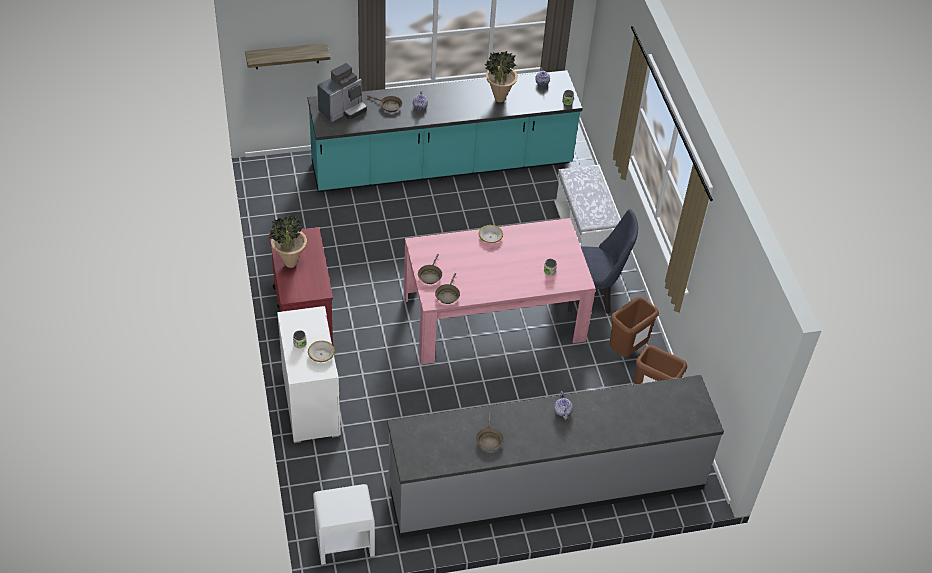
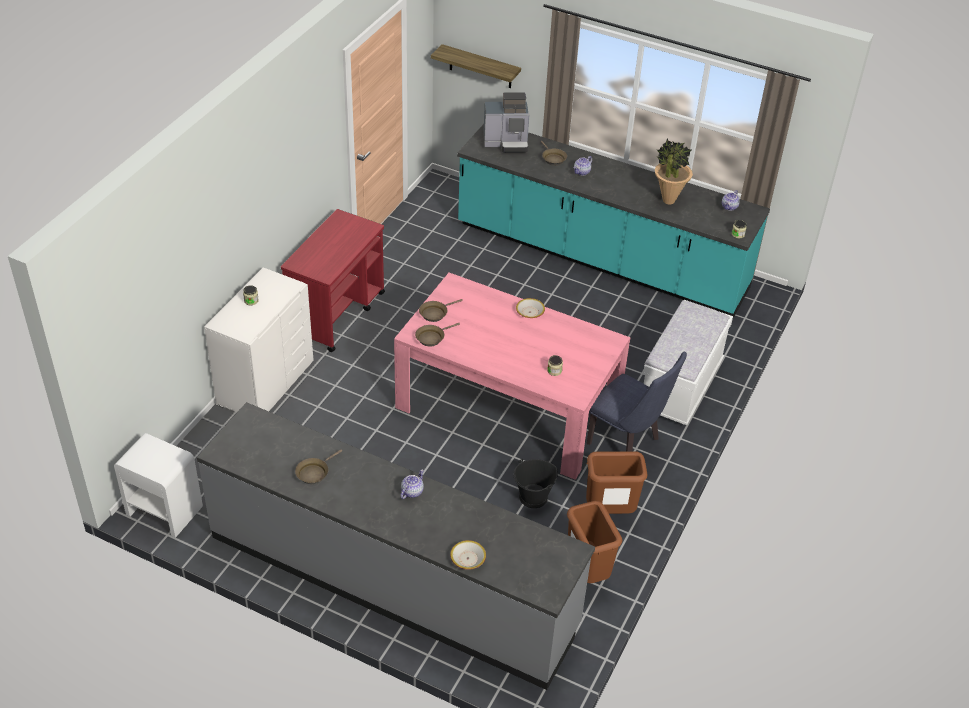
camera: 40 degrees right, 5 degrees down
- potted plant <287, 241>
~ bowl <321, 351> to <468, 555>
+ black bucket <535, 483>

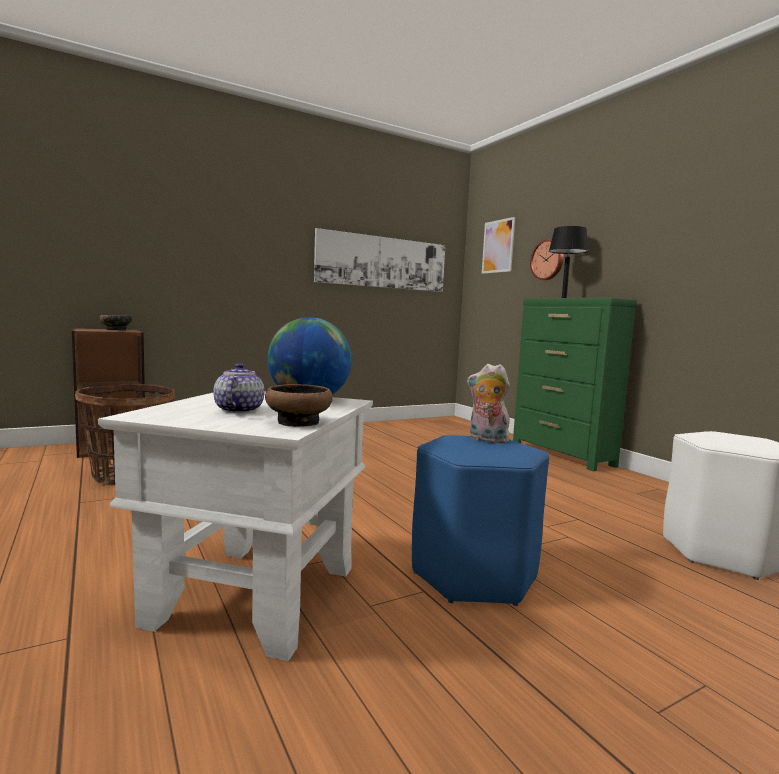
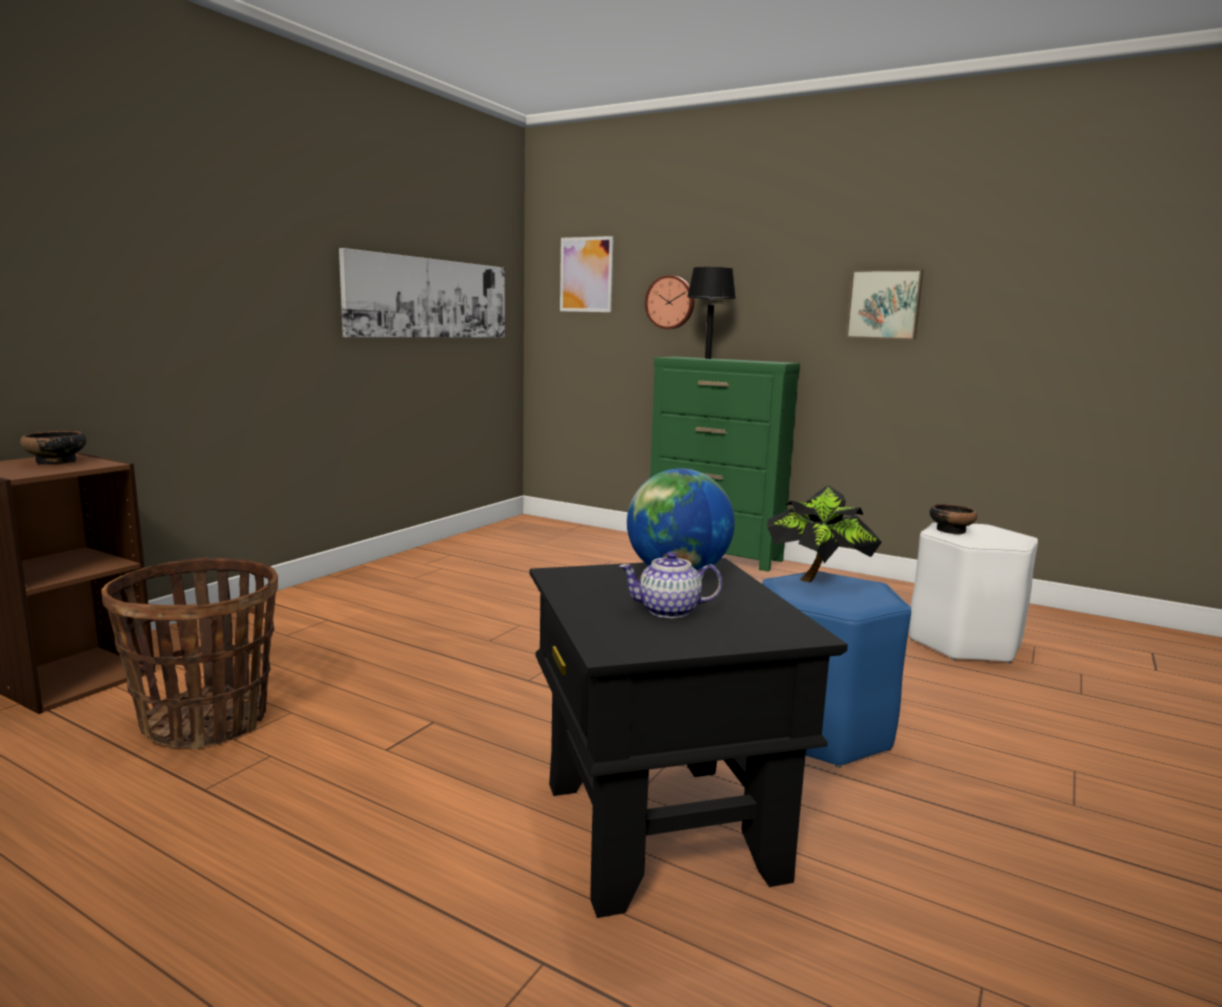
camera: 30 degrees left, 5 degrees up
~ teapot <238, 388> = <671, 585> 60 degrees counterclockwise
~ plush toy <488, 403> to potted plant <824, 533>
~ bowl <299, 405> to <953, 519>
~ white side table <235, 526> to black side table <689, 738>
+ picture <884, 304>

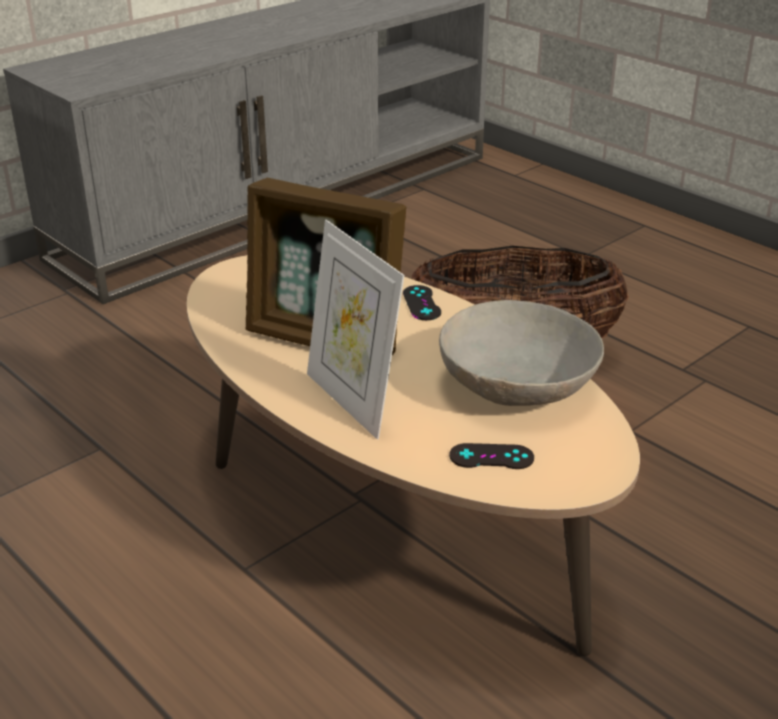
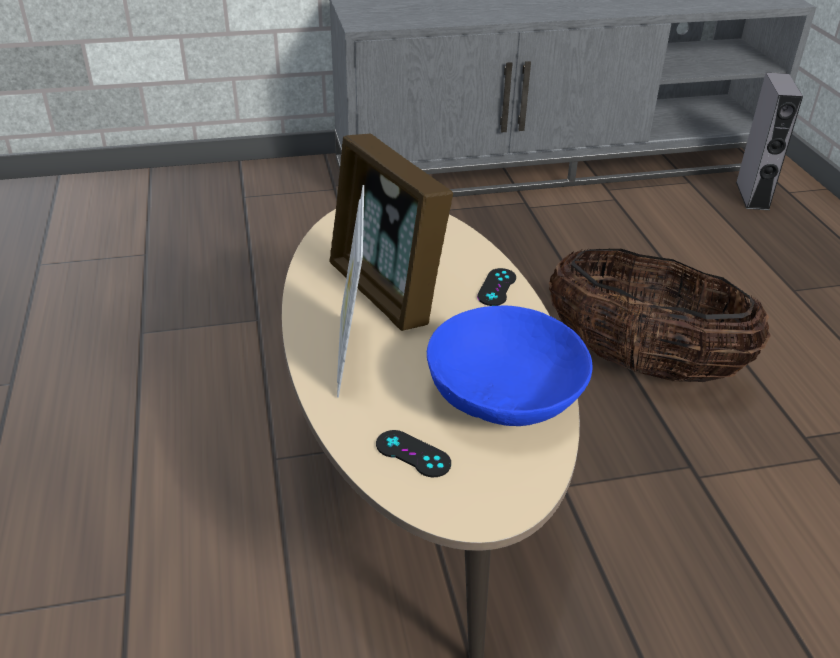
camera: 30 degrees right, 5 degrees up
~ grey bowl <521, 353> to blue bowl <510, 365>
+ grey speaker <769, 141>

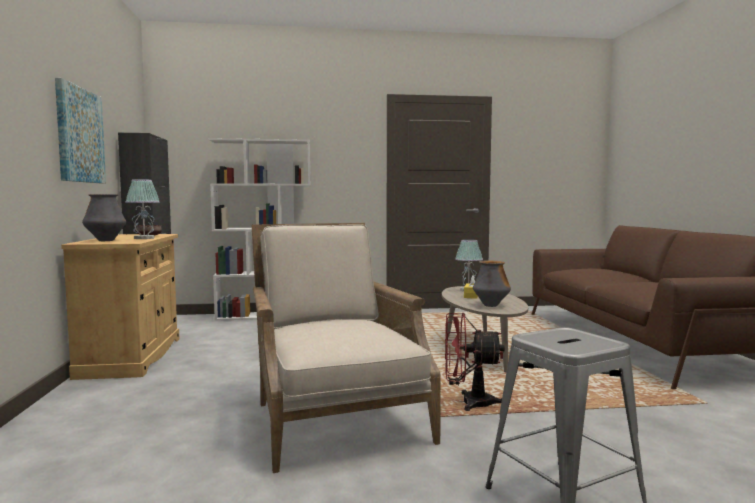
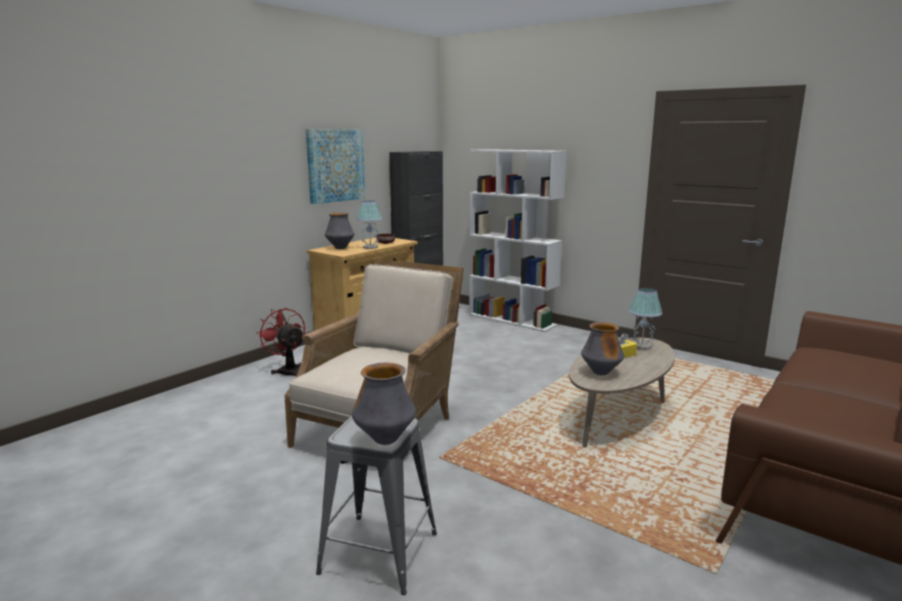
camera: 45 degrees right, 10 degrees up
~ red fan <475, 362> to <280, 341>
+ vase <384, 404>

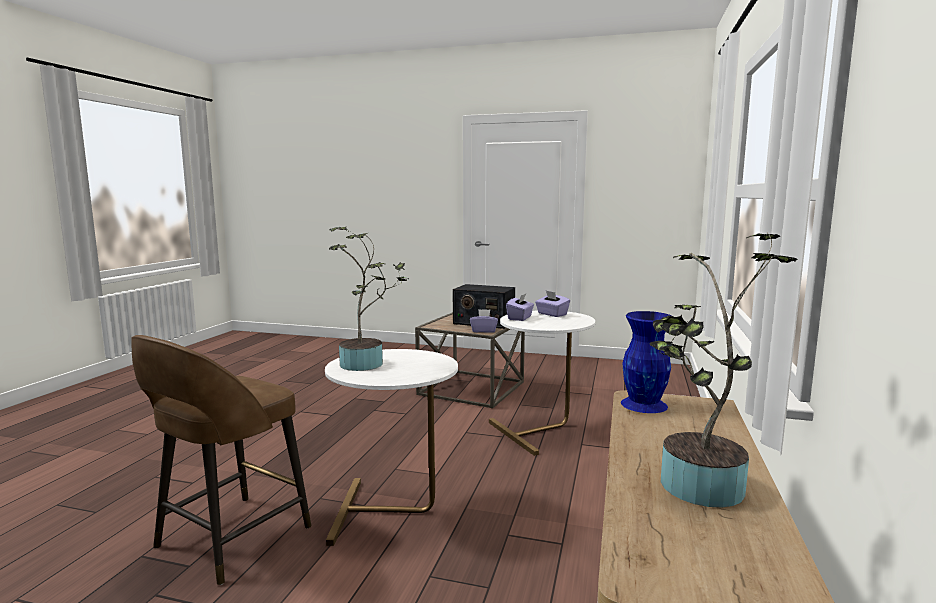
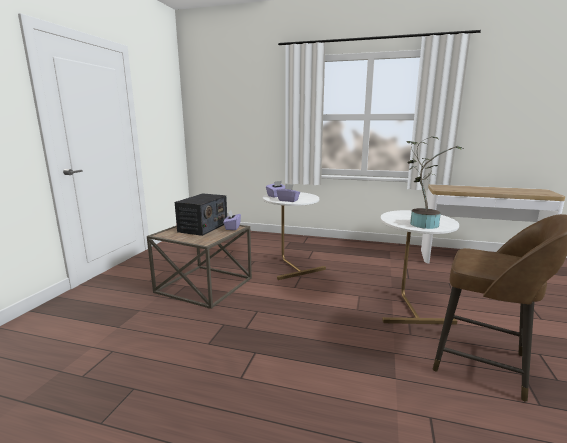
camera: 90 degrees left, 5 degrees up
- potted plant <723, 370>
- blue vase <646, 362>

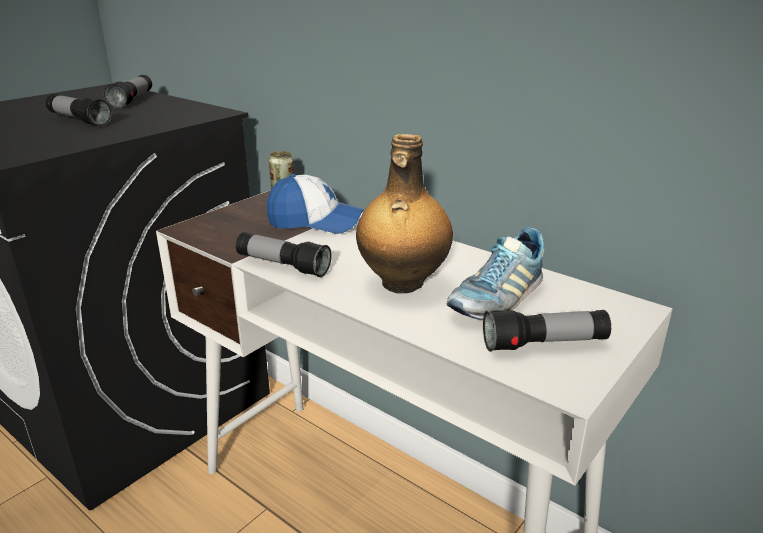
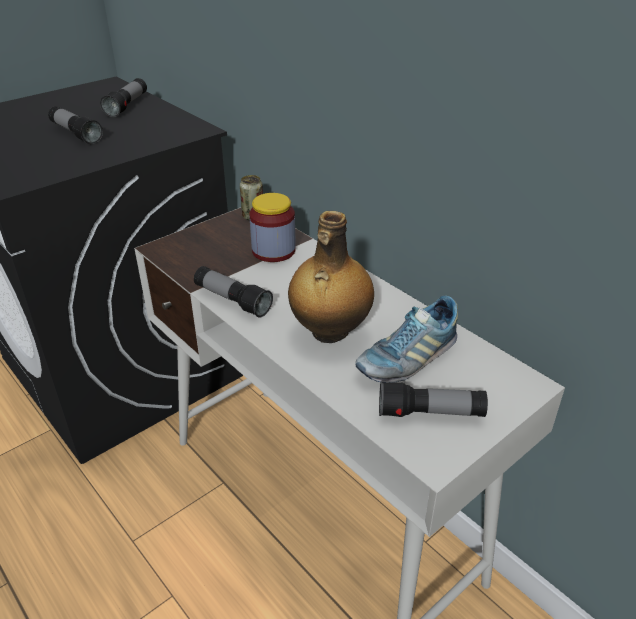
camera: 10 degrees right, 10 degrees up
~ cap <315, 204> to jar <272, 227>

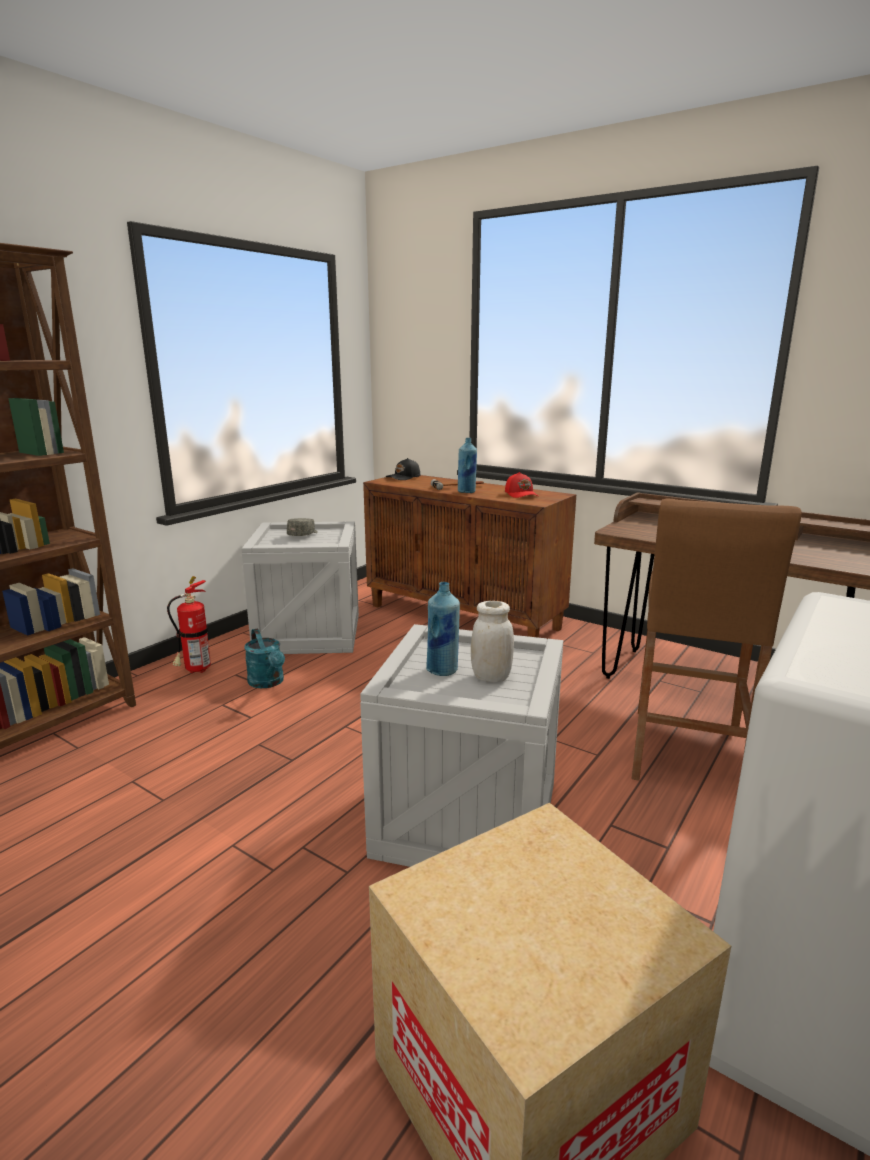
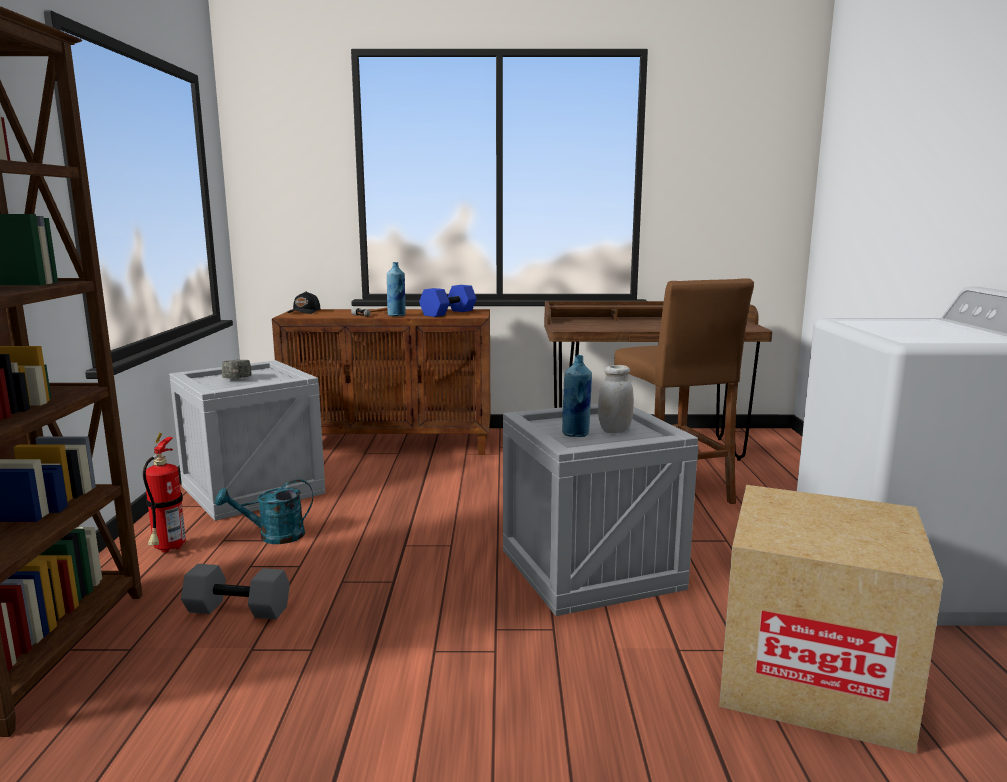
camera: 35 degrees left, 5 degrees down
~ red cap <521, 485> to blue dumbbell <448, 301>
~ turquoise watering can <264, 658> = <264, 511> 135 degrees clockwise
+ grey dumbbell <235, 591>

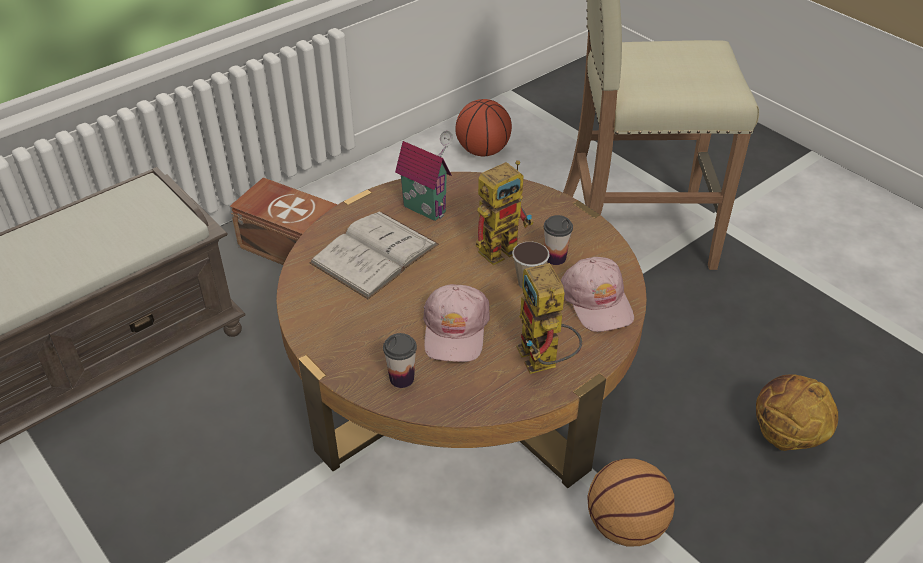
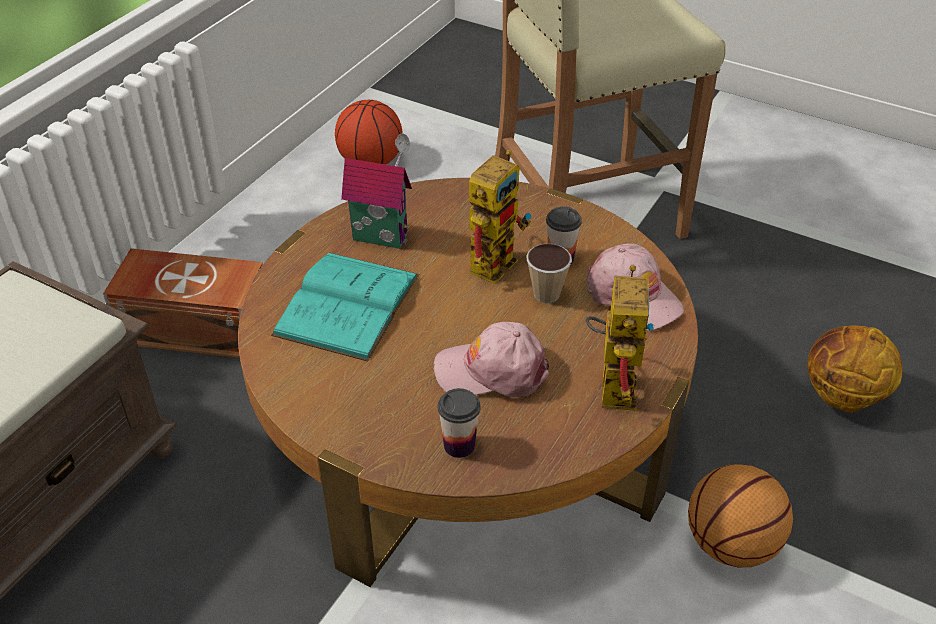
camera: 20 degrees left, 0 degrees up
~ white book <374, 255> to turquoise book <345, 307>
~ toy robot <549, 318> = <620, 338> 135 degrees counterclockwise
~ pink cap <456, 323> = <491, 359> 105 degrees clockwise

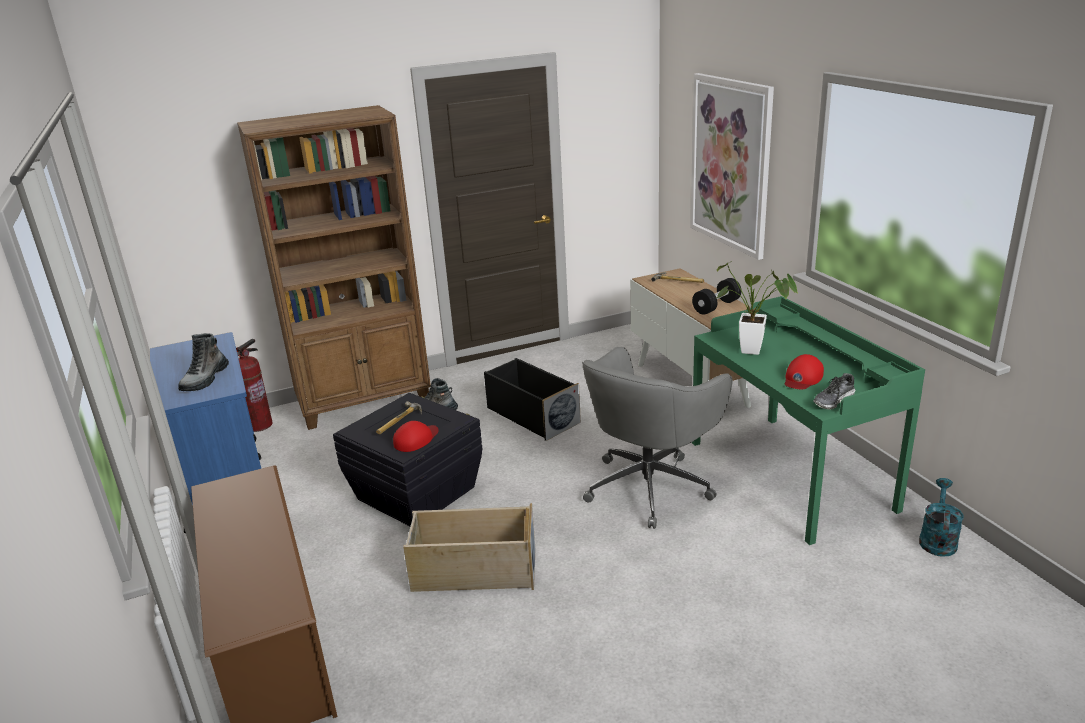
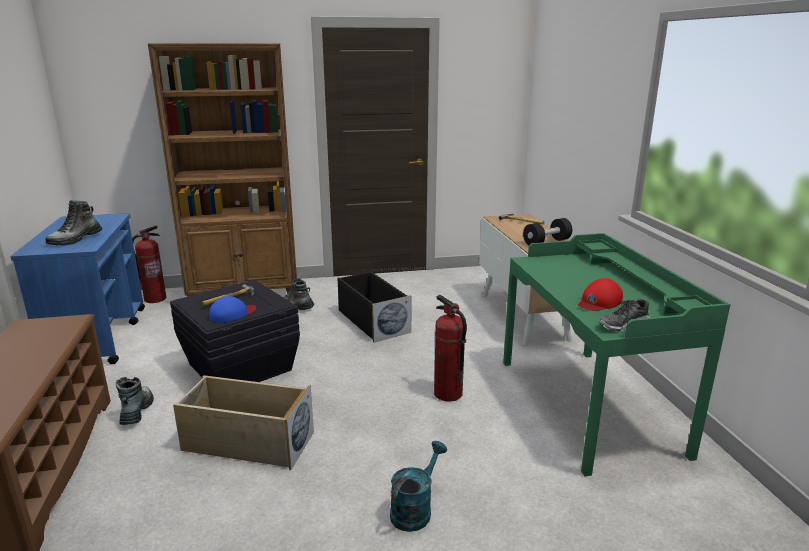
camera: 10 degrees right, 5 degrees down
- picture <732, 166>
- potted plant <757, 308>
~ grey office chair <657, 438> to fire extinguisher <450, 348>
~ red cap <416, 436> to blue cap <232, 309>
~ turquoise watering can <941, 517> to <418, 486>
+ boot <135, 401>

